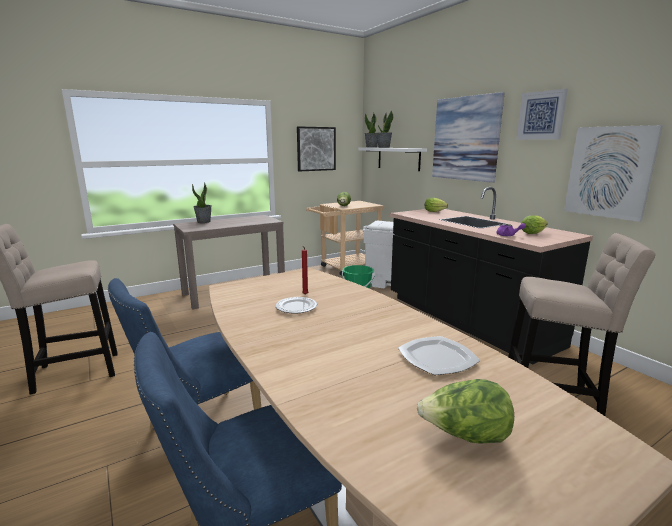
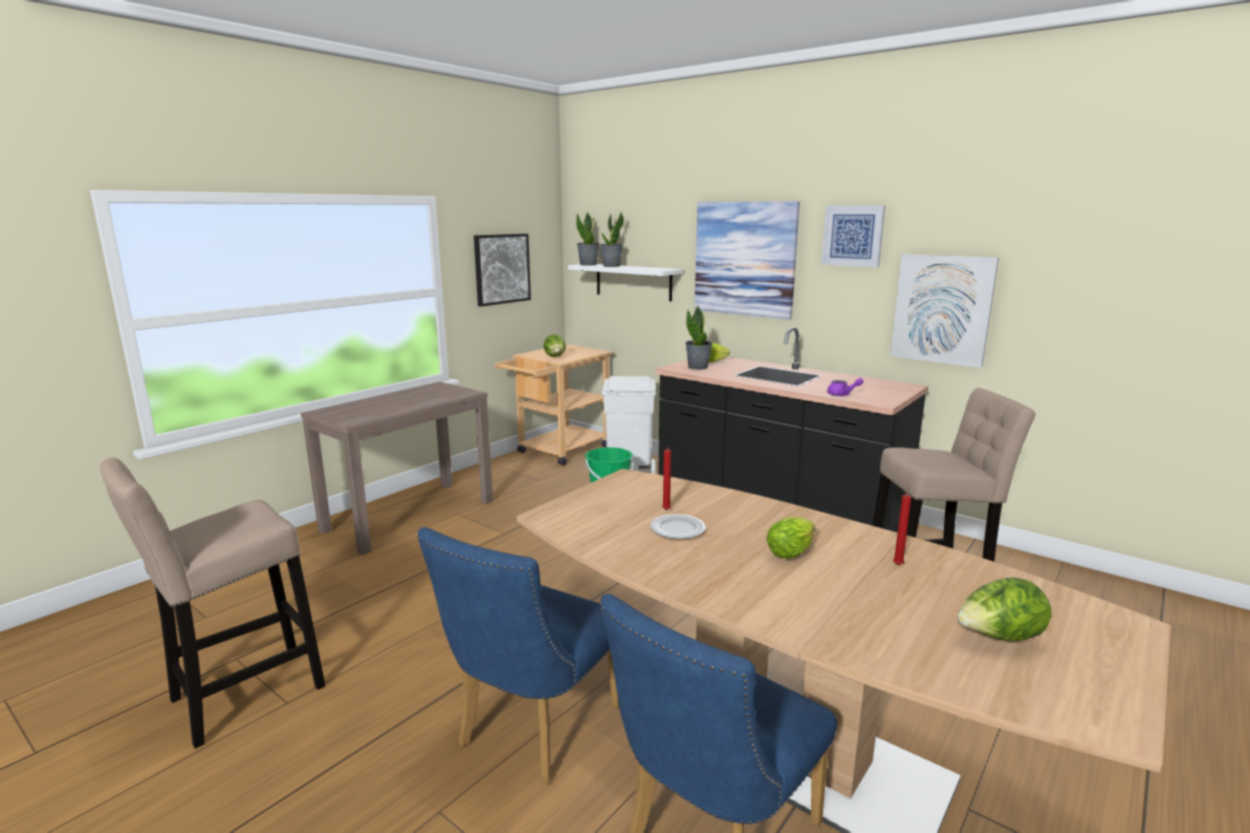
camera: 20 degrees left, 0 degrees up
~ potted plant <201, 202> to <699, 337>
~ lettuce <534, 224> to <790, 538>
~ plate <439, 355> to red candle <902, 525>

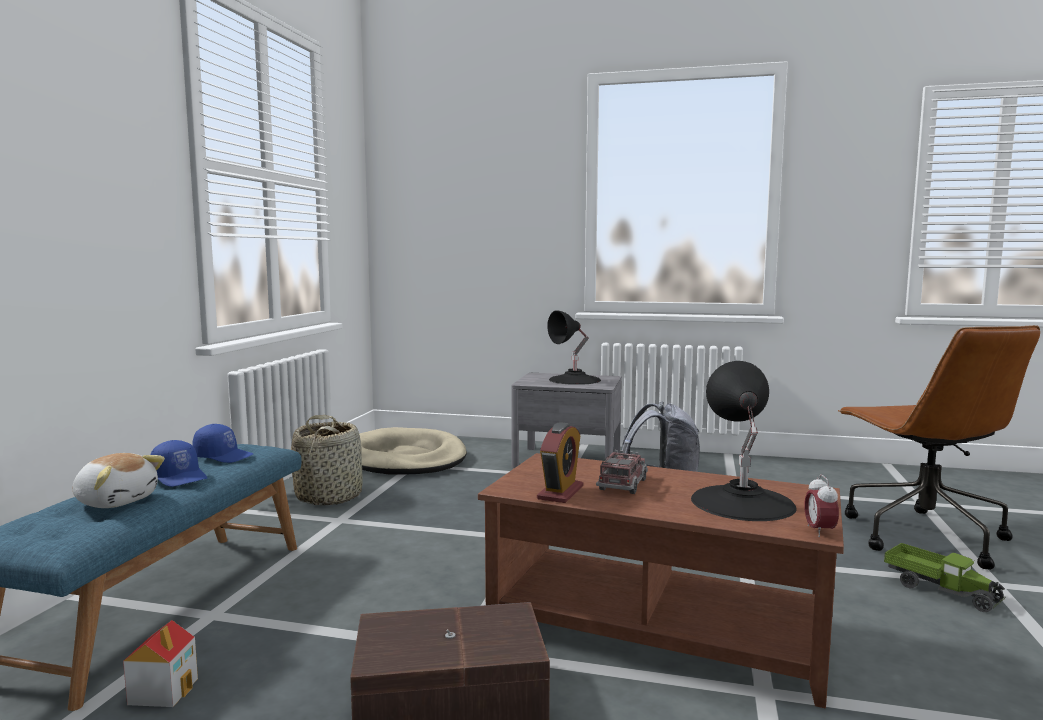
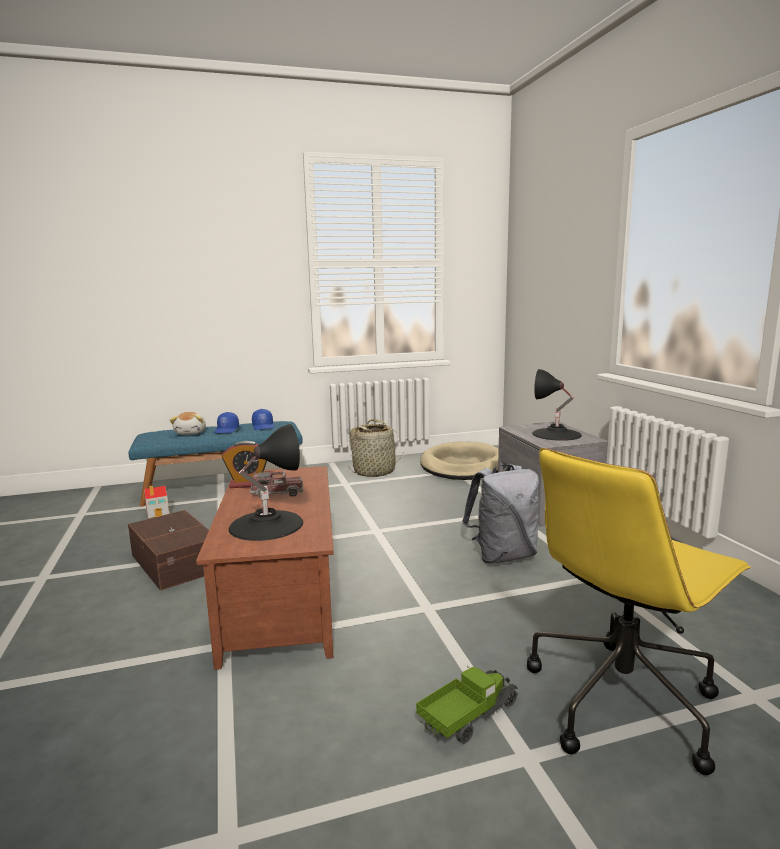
camera: 60 degrees right, 5 degrees up
~ brown office chair <939, 447> to yellow office chair <639, 611>
- alarm clock <821, 506>
~ toy truck <945, 577> = <467, 705> 150 degrees counterclockwise

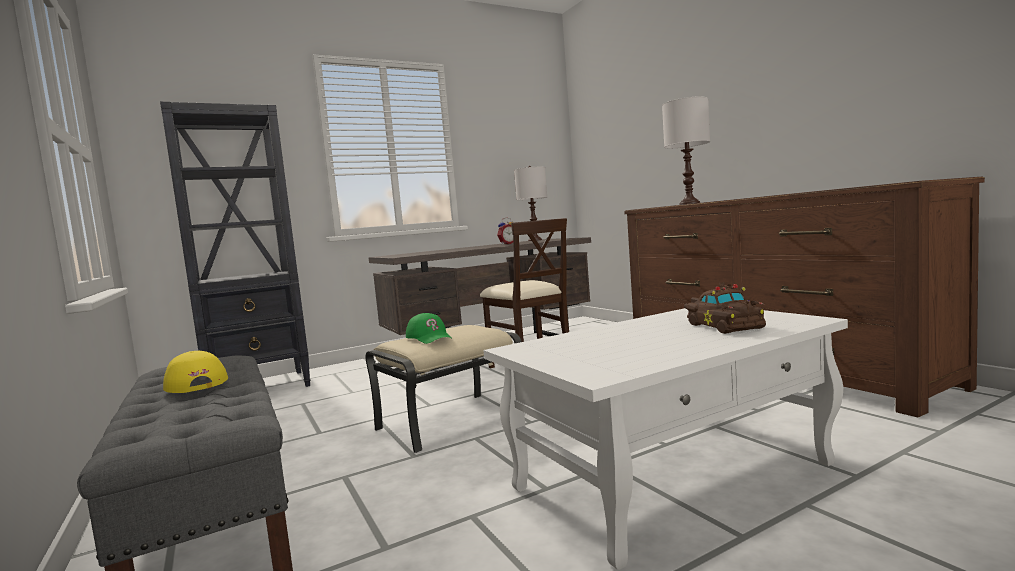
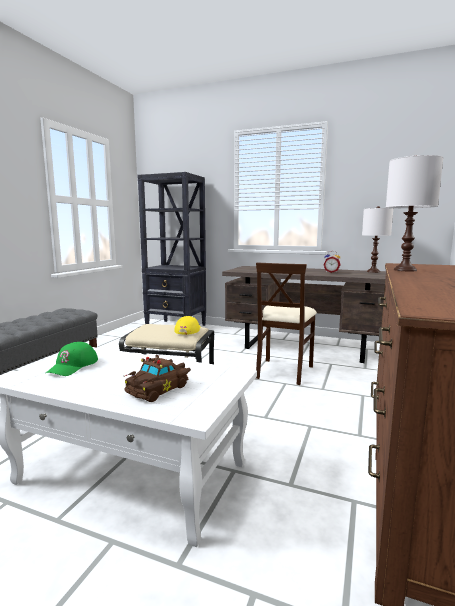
camera: 50 degrees right, 5 degrees up
~ green cap <428, 328> to <72, 359>
~ yellow cap <195, 372> to <187, 325>

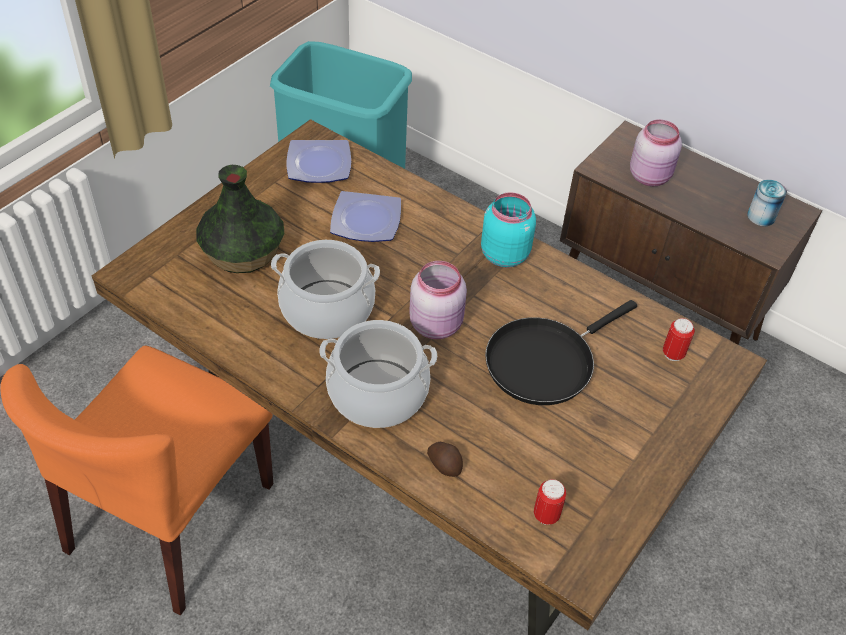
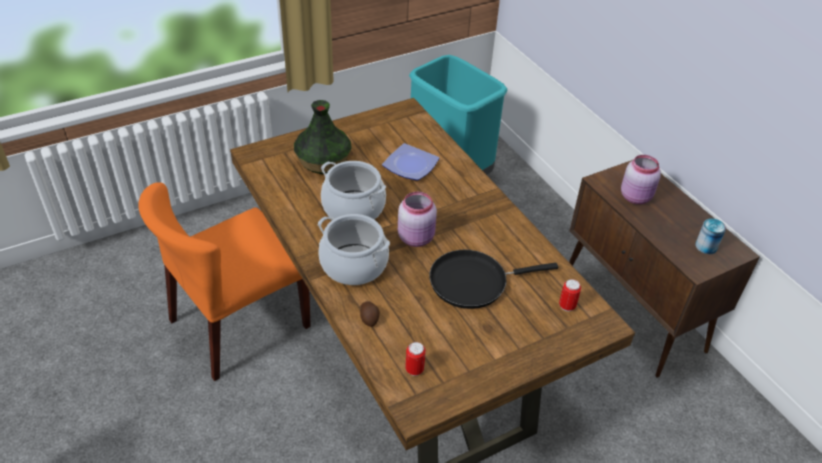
camera: 25 degrees right, 5 degrees down
- plate <319, 161>
- turquoise jar <508, 230>

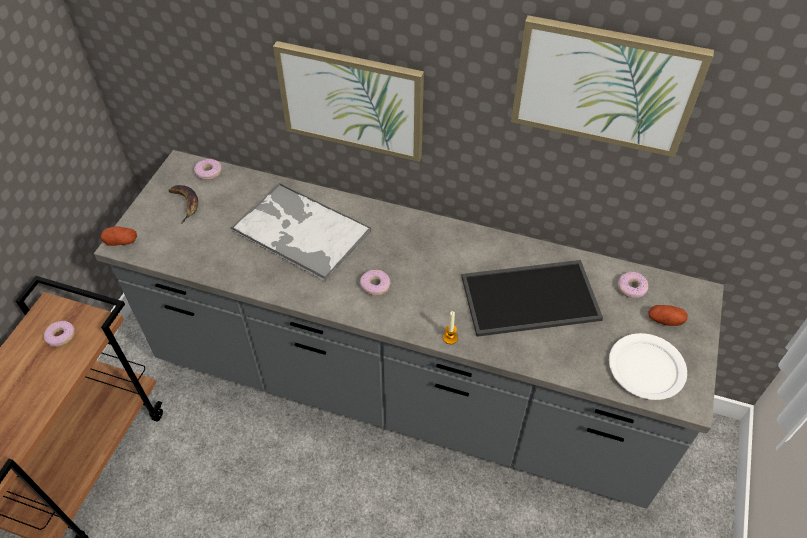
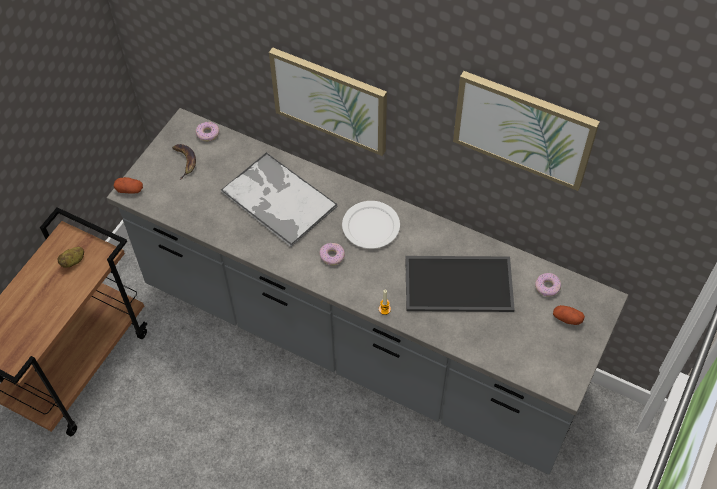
camera: 10 degrees right, 5 degrees up
~ donut <59, 334> to potato <71, 257>
~ white plate <648, 366> to <371, 225>

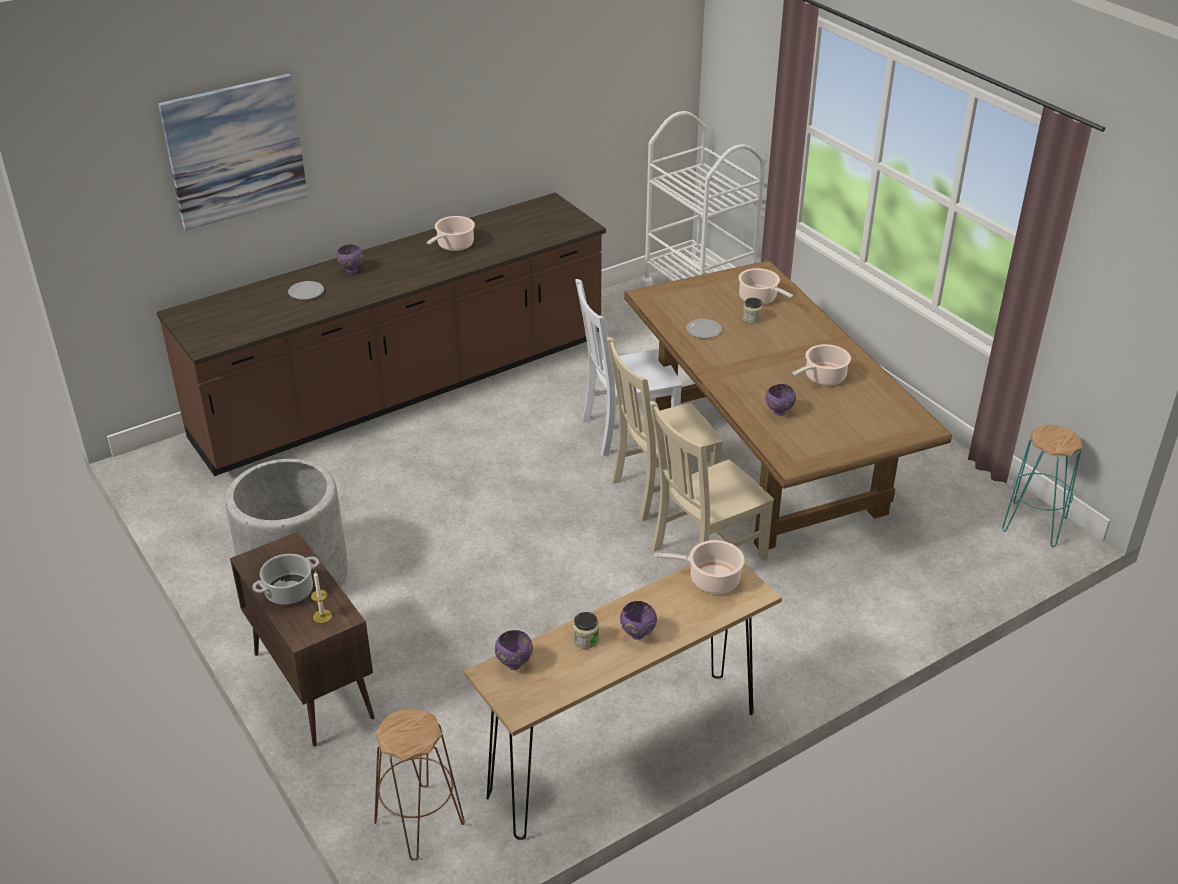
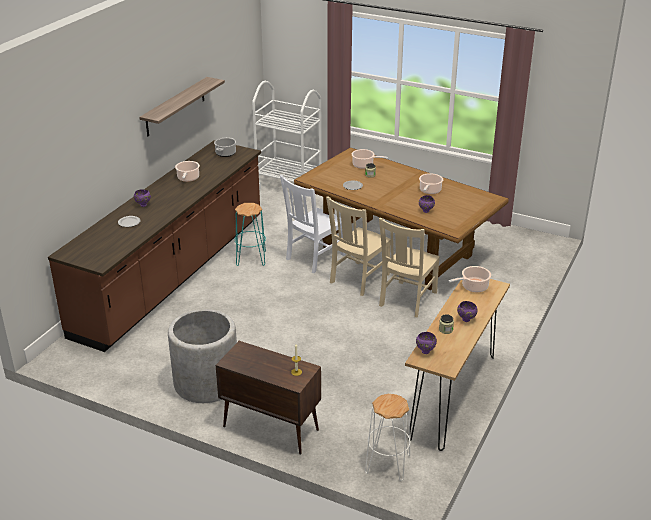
camera: 30 degrees left, 5 degrees down
- picture <233, 152>
~ turquoise stool <1042, 486> to <250, 234>
~ cooking pot <285, 579> to <225, 147>
~ brown stool <419, 784> to white stool <387, 437>
+ shelf <182, 106>

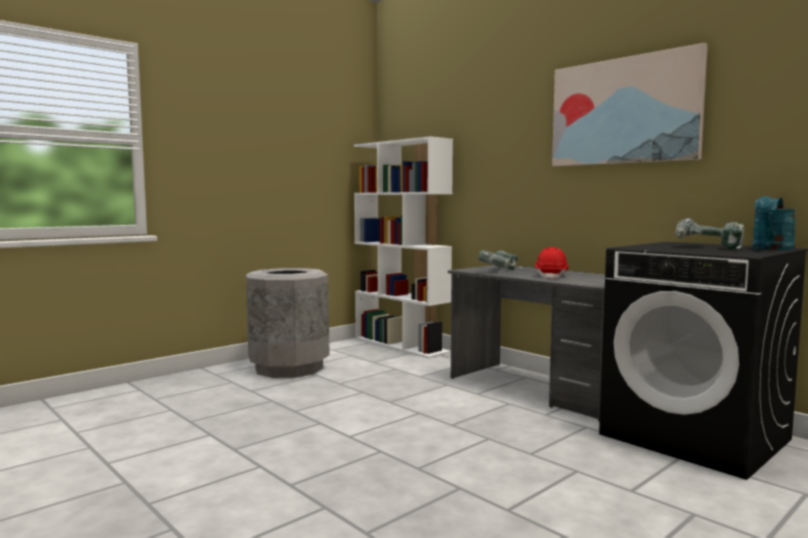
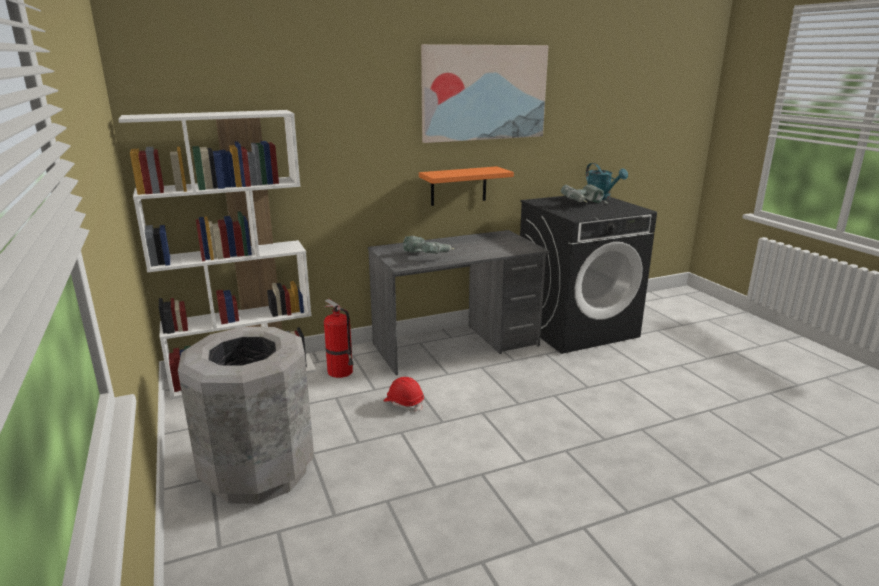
camera: 70 degrees left, 15 degrees up
~ red hard hat <552, 263> to <403, 394>
+ orange shelf <466, 186>
+ fire extinguisher <338, 338>

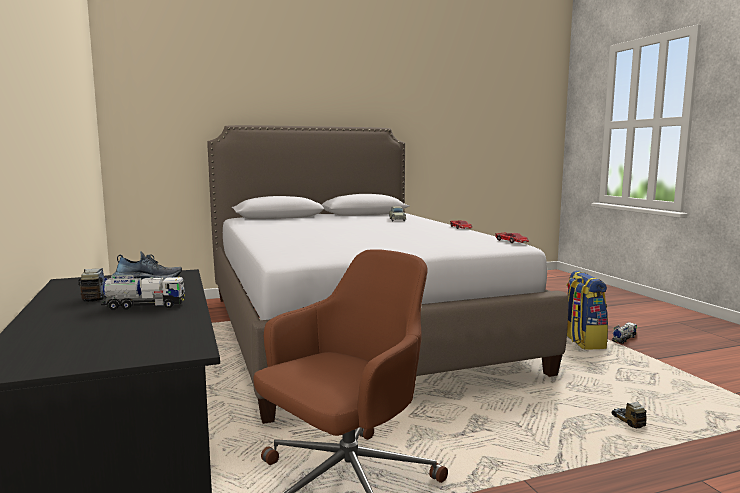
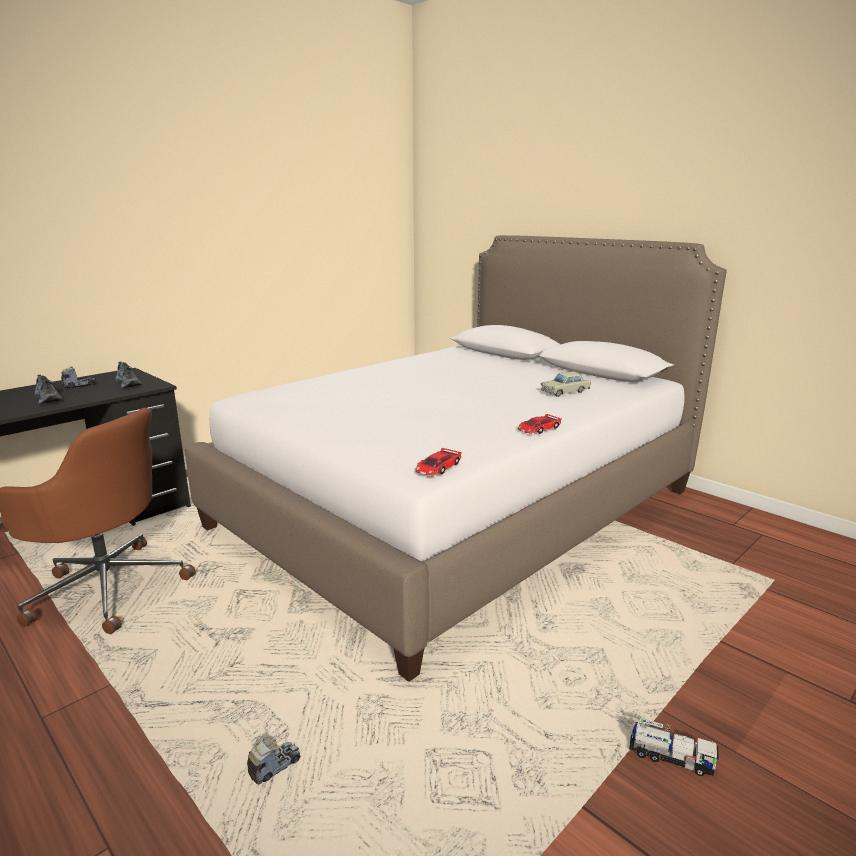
camera: 65 degrees right, 10 degrees up
- backpack <587, 309>
~ toy truck <143, 292> to shoe <49, 389>

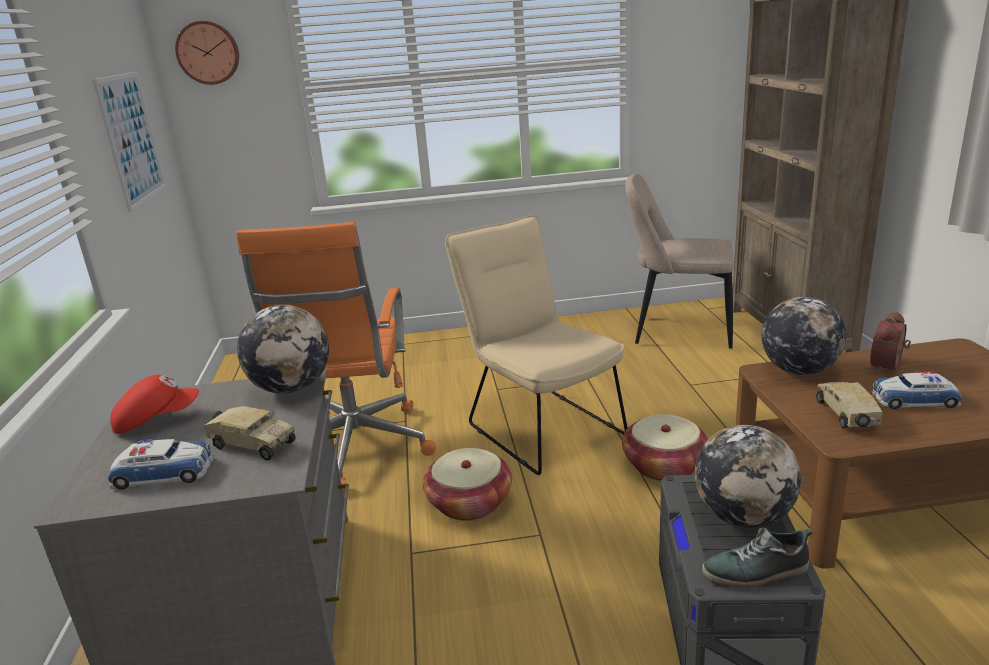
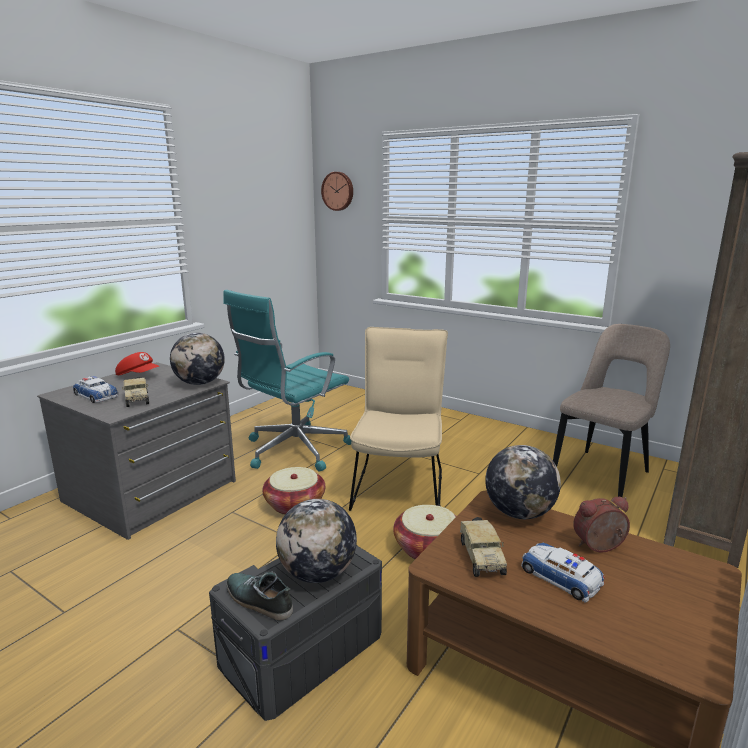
camera: 40 degrees right, 5 degrees down
- picture <129, 142>
~ beige chair <679, 261> = <611, 410> 75 degrees clockwise
~ orange office chair <336, 357> to turquoise office chair <287, 381>
~ toy truck <849, 405> = <483, 547> 135 degrees clockwise

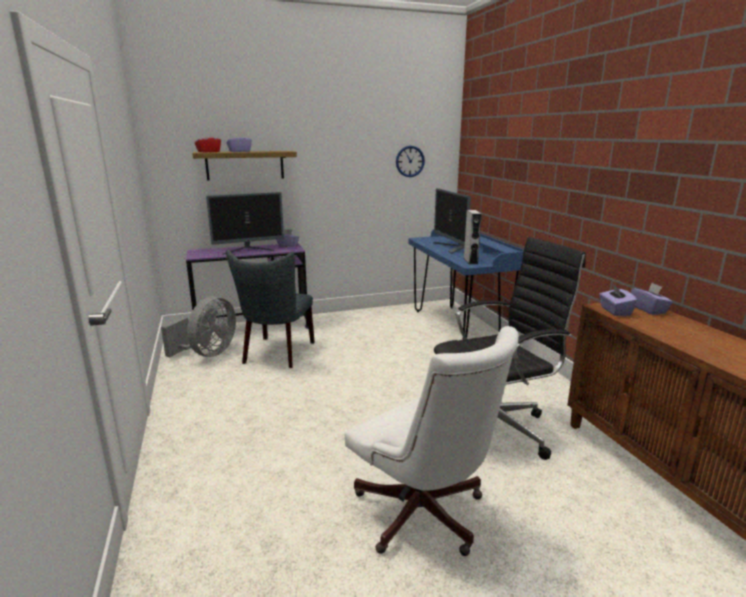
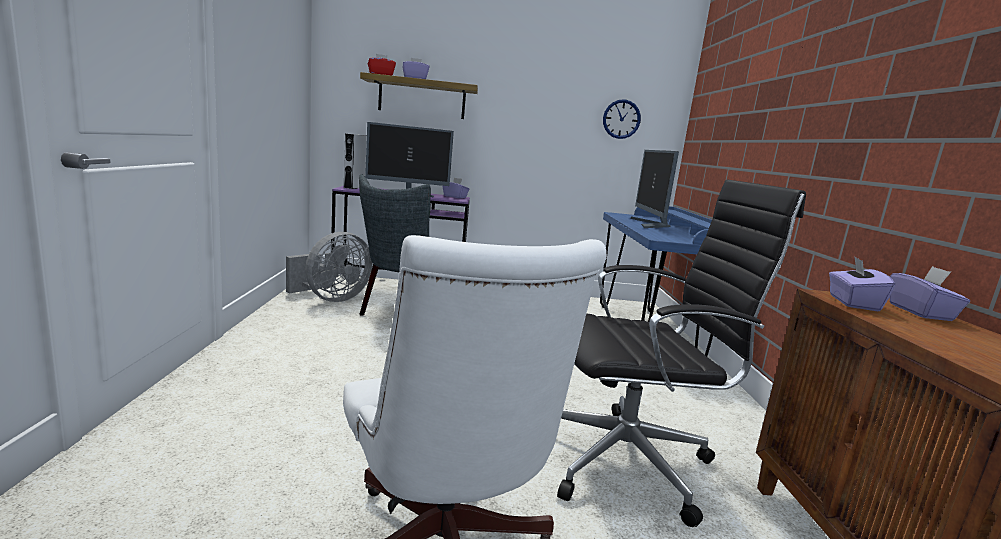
camera: 15 degrees right, 5 degrees down
~ grey speaker <473, 237> to <355, 161>

